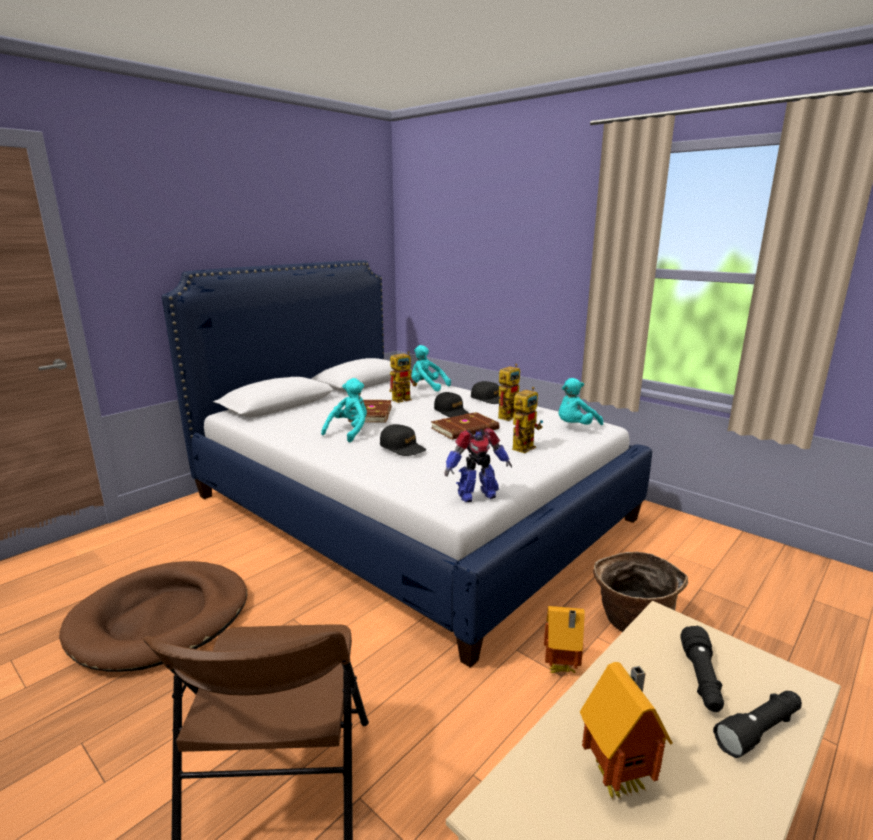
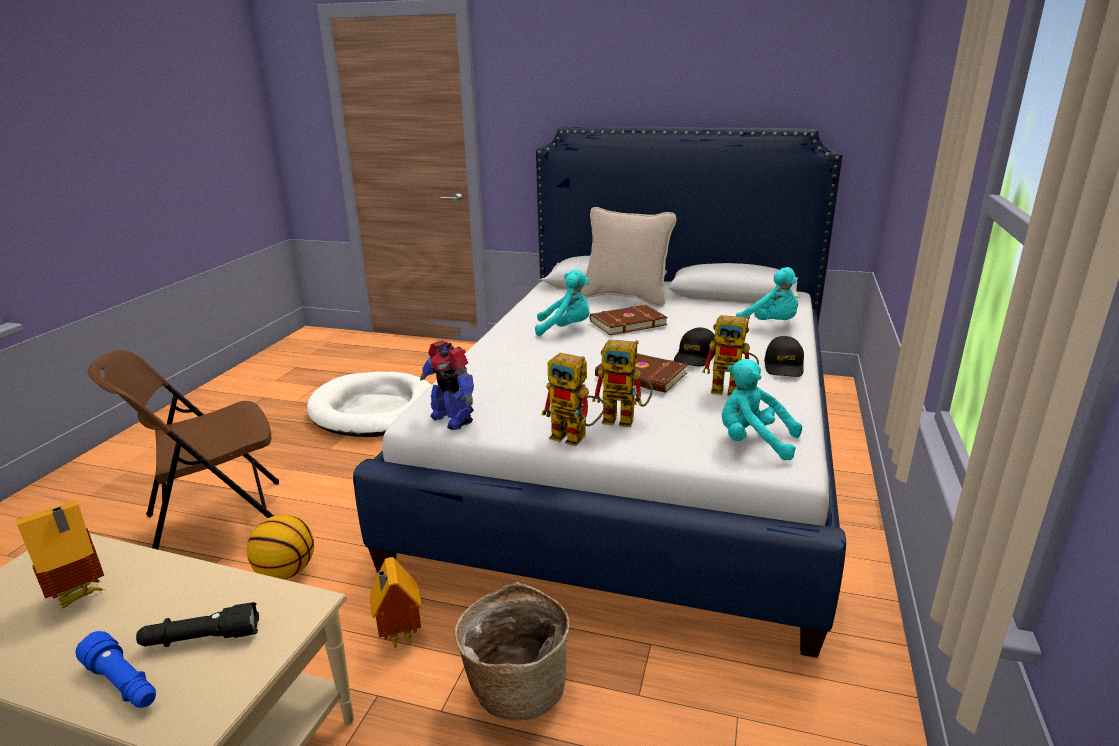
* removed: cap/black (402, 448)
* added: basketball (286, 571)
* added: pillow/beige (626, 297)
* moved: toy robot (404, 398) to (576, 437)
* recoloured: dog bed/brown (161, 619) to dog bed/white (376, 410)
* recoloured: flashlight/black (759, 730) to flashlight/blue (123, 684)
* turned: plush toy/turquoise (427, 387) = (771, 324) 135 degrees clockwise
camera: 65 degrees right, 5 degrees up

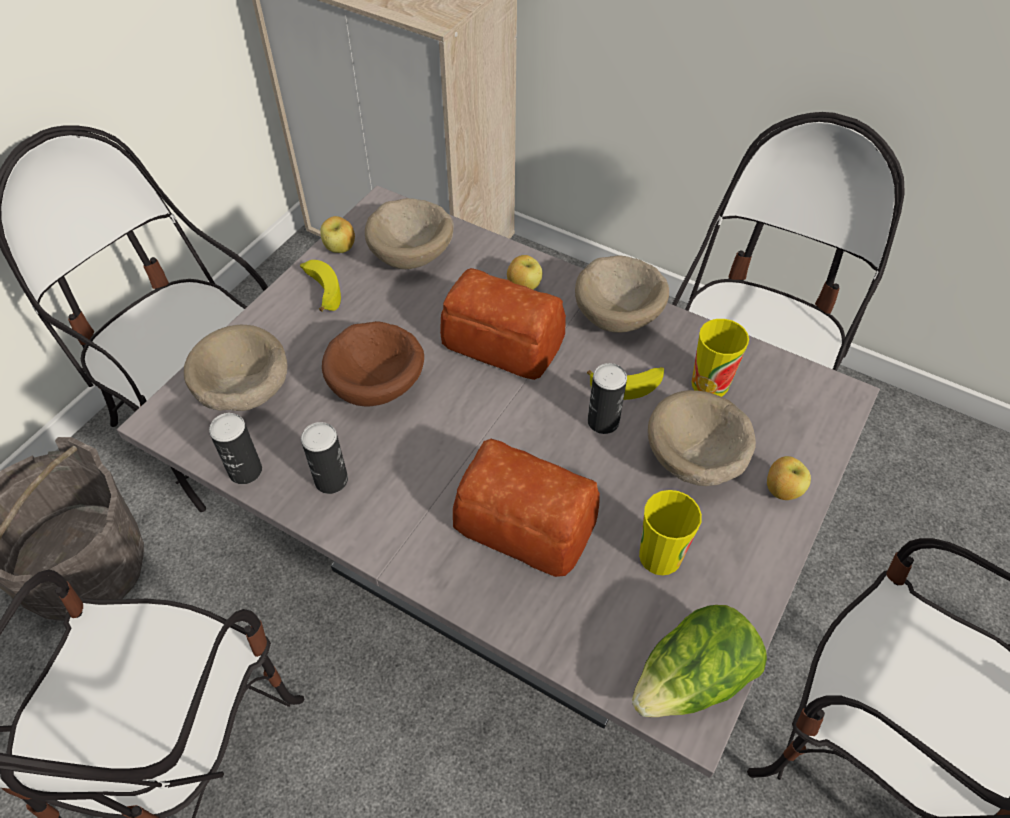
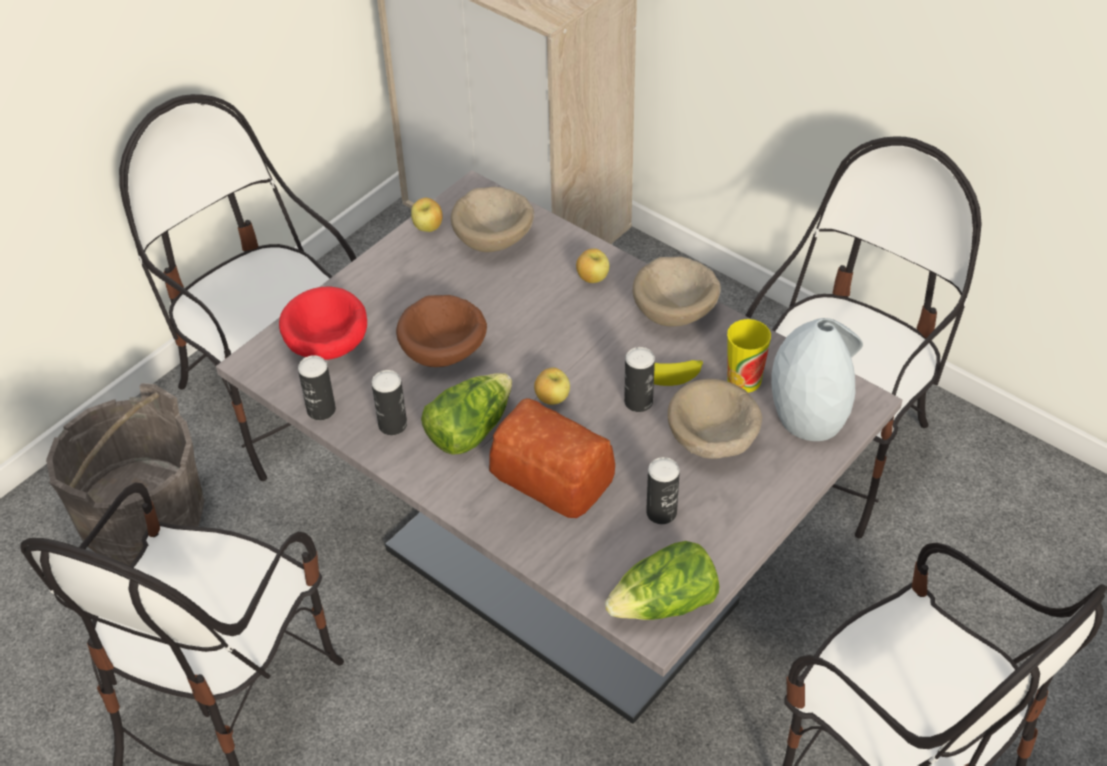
* removed: banana (320, 290)
* removed: bread (504, 342)
* added: lettuce (469, 429)
* added: vase/grey (810, 417)
* moved: apple (781, 490) to (552, 399)
* replaced: cup (660, 556) to can (661, 512)
* recoloured: bowl/beige (243, 392) to bowl/red (326, 346)
camera: 10 degrees right, 5 degrees down

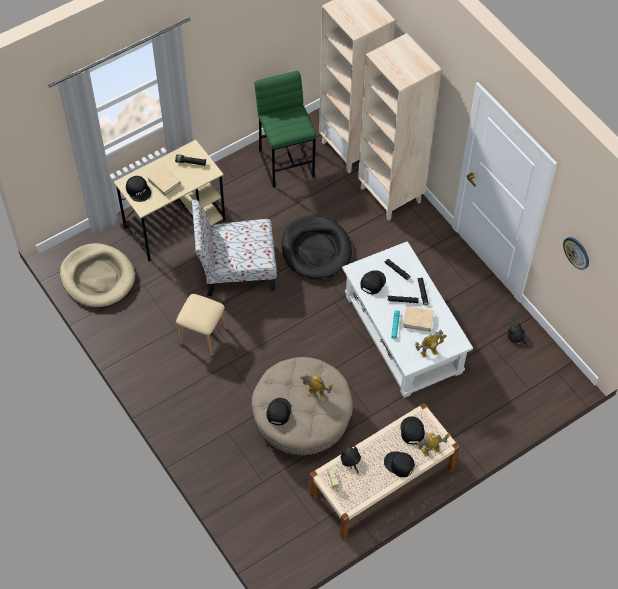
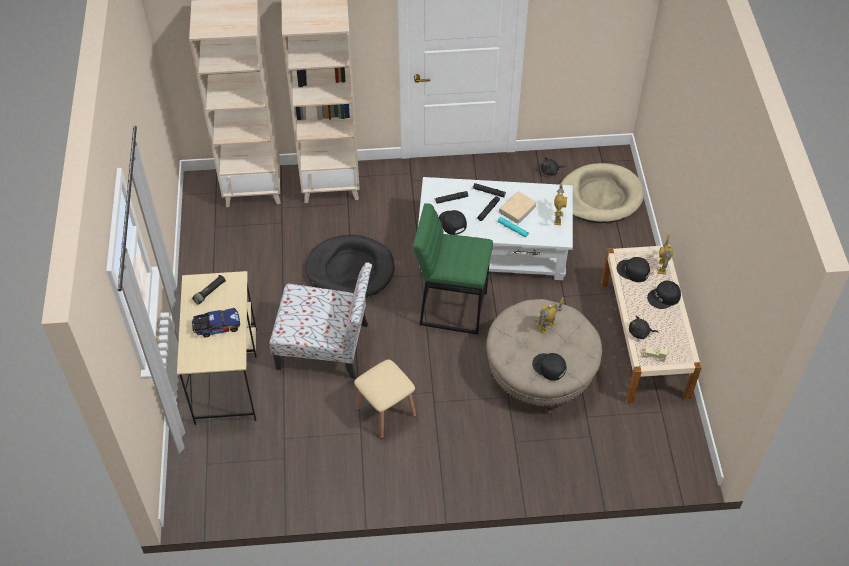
* removed: cap/black (138, 190)
* removed: wall clock (576, 252)
* moved: dog bed/beige (97, 277) to (600, 196)
* moved: stool/green (286, 162) to (451, 308)
* replaced: book/beige (164, 182) to toy truck (216, 327)
* turned: chair (236, 270) = (325, 346) 105 degrees counterclockwise
camera: 60 degrees left, 5 degrees down

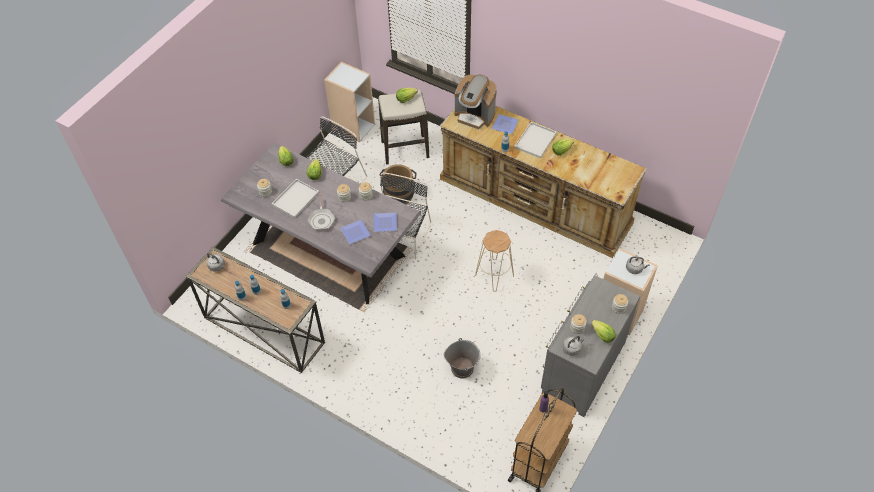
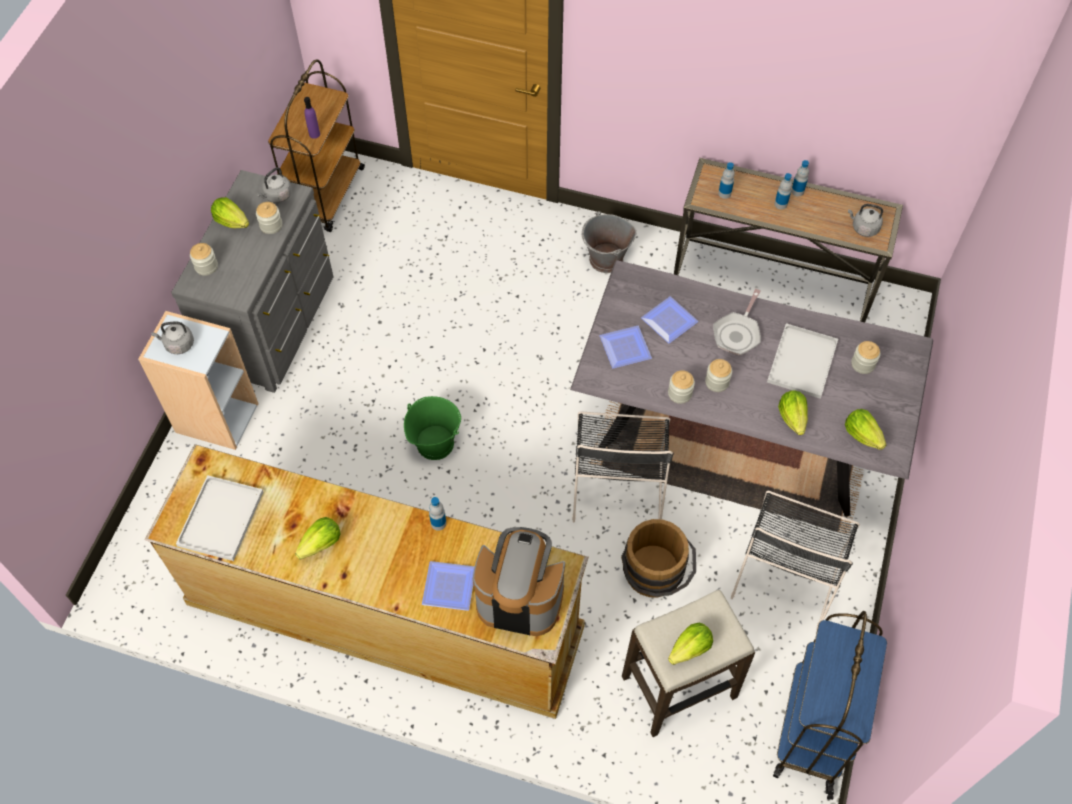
* moved: bucket/grey (462, 368) to (606, 260)
* moved: tray/white (535, 140) to (221, 520)
* replaced: bookcase (353, 126) to cart/blue (814, 727)
* replaced: stool/beige (494, 275) to bucket/green (435, 443)
* turned: frying pan (321, 219) = (737, 333) 135 degrees counterclockwise
camera: 165 degrees right, 5 degrees up

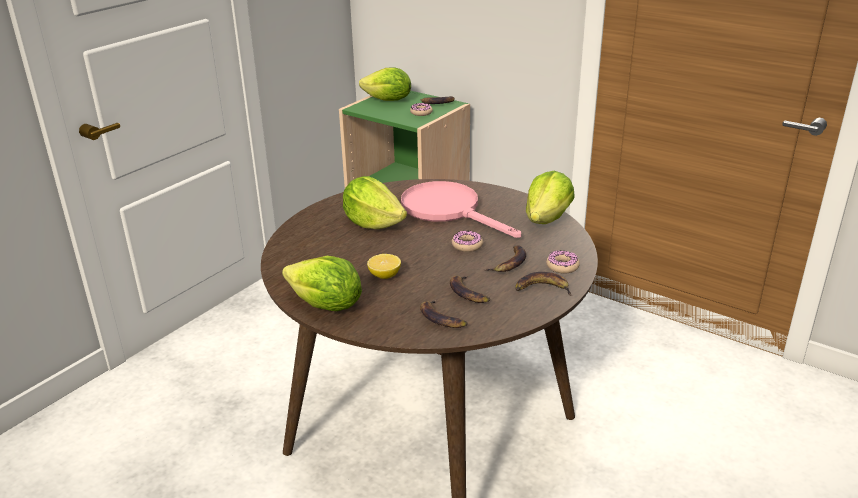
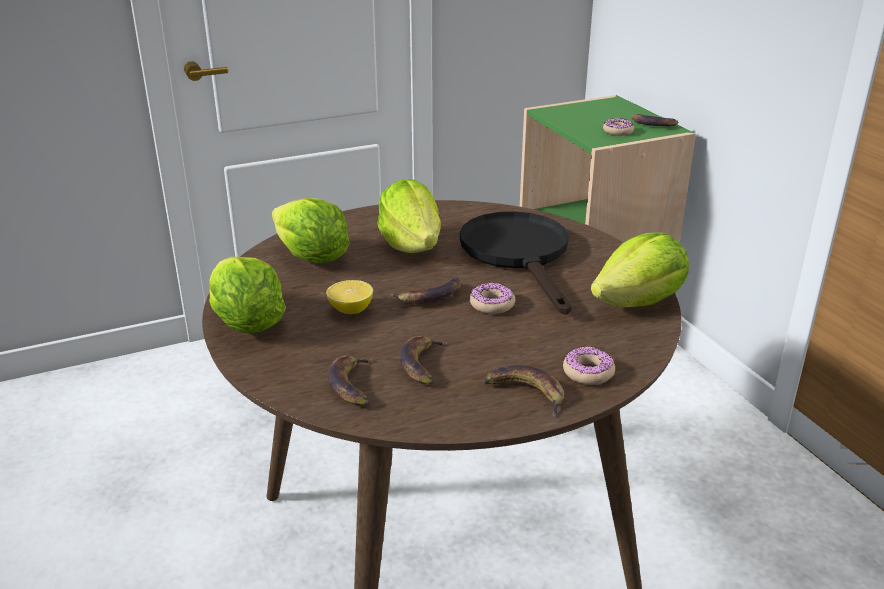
* moved: lettuce (388, 100) to (311, 258)
* moved: banana (509, 263) to (430, 296)
* recoloured: frying pan/pink (448, 210) to frying pan/black (519, 255)
camera: 30 degrees right, 0 degrees up

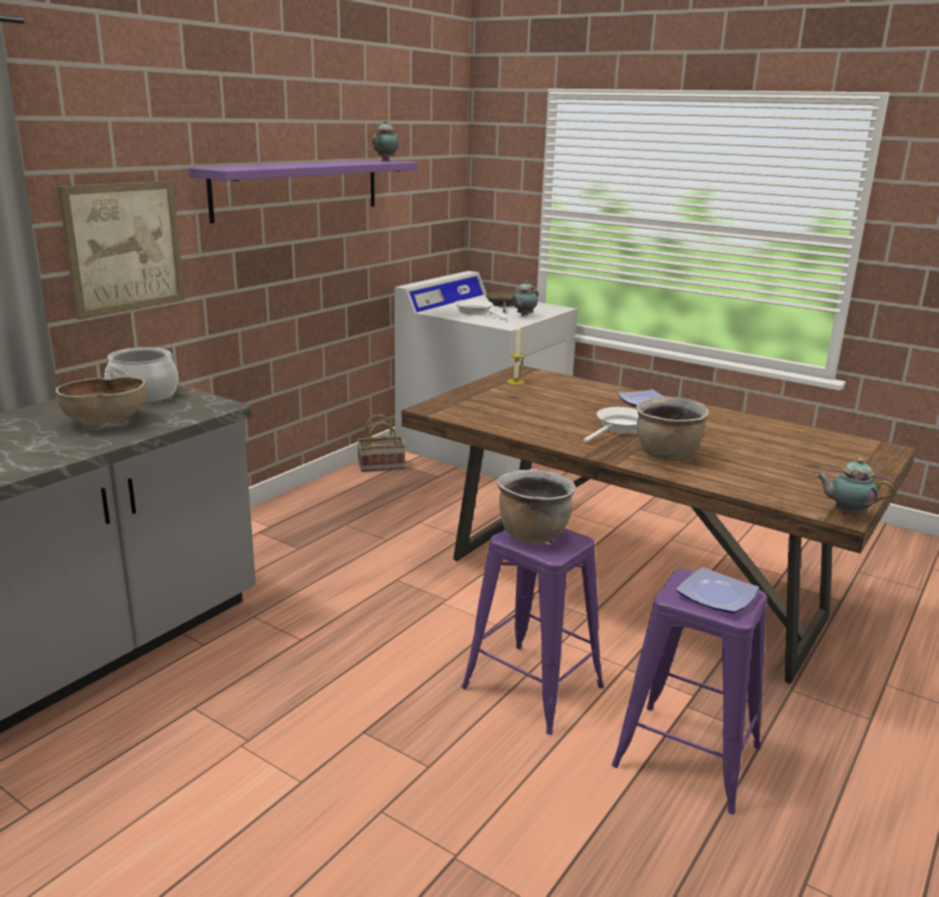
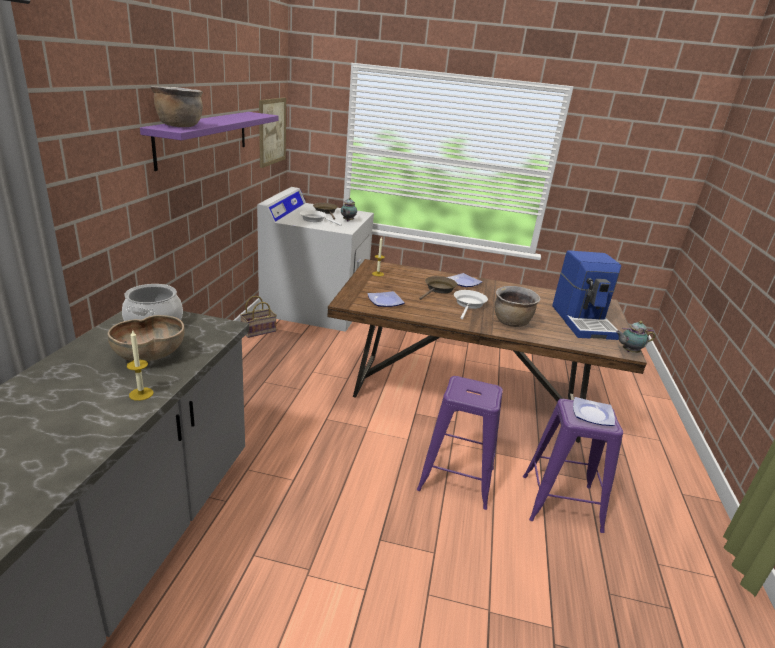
* removed: teapot (386, 160)
* added: candle (141, 394)
* added: plate (384, 301)
* added: frying pan/brown (438, 289)
* added: coffee machine (584, 322)
* moved: picture (124, 247) to (272, 131)
* moved: cooking pot/brown (532, 534) to (179, 126)
camera: 25 degrees left, 5 degrees up

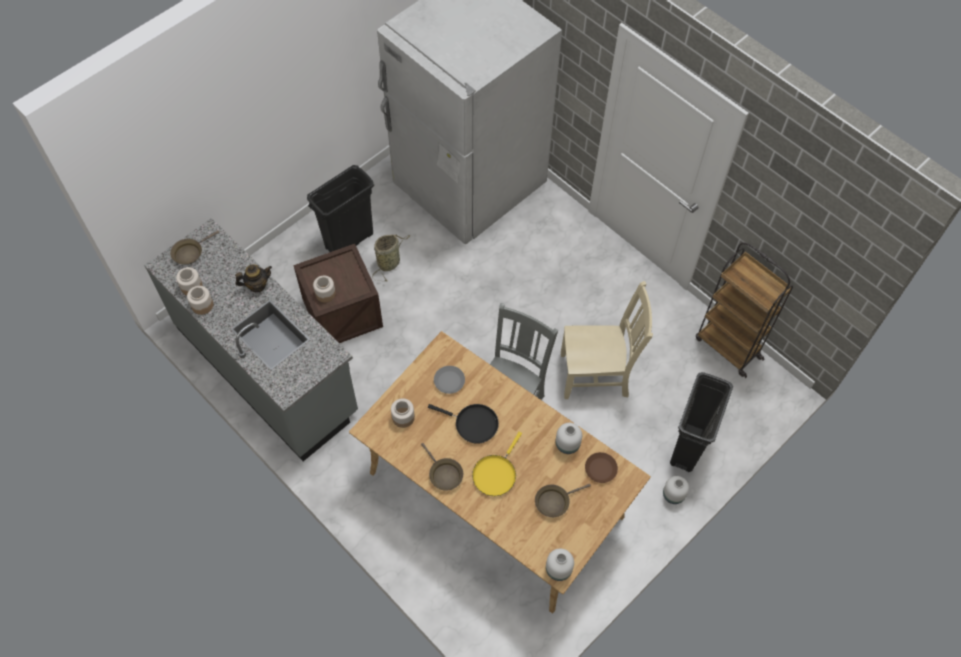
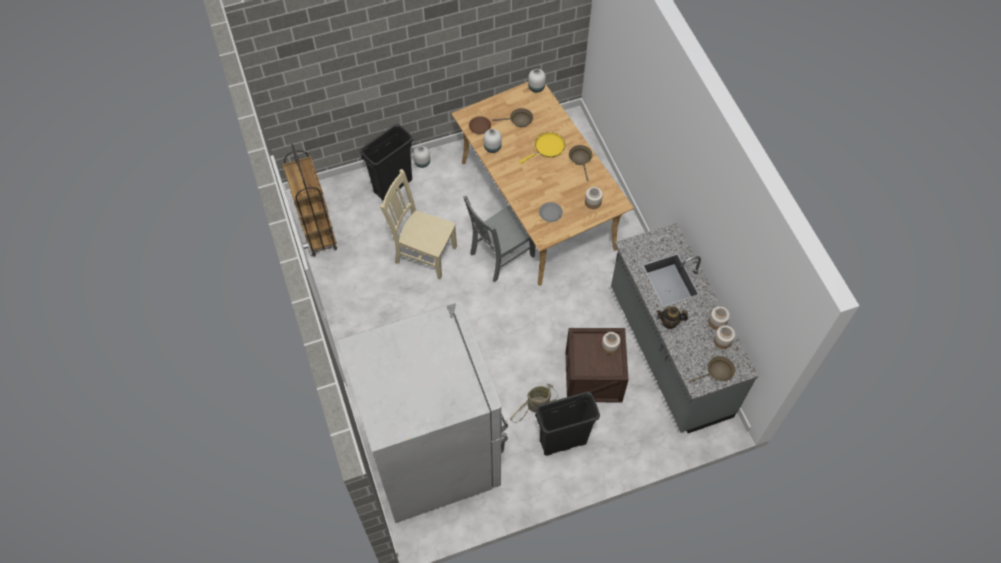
* removed: frying pan/black (473, 424)
camera: 155 degrees left, 0 degrees up

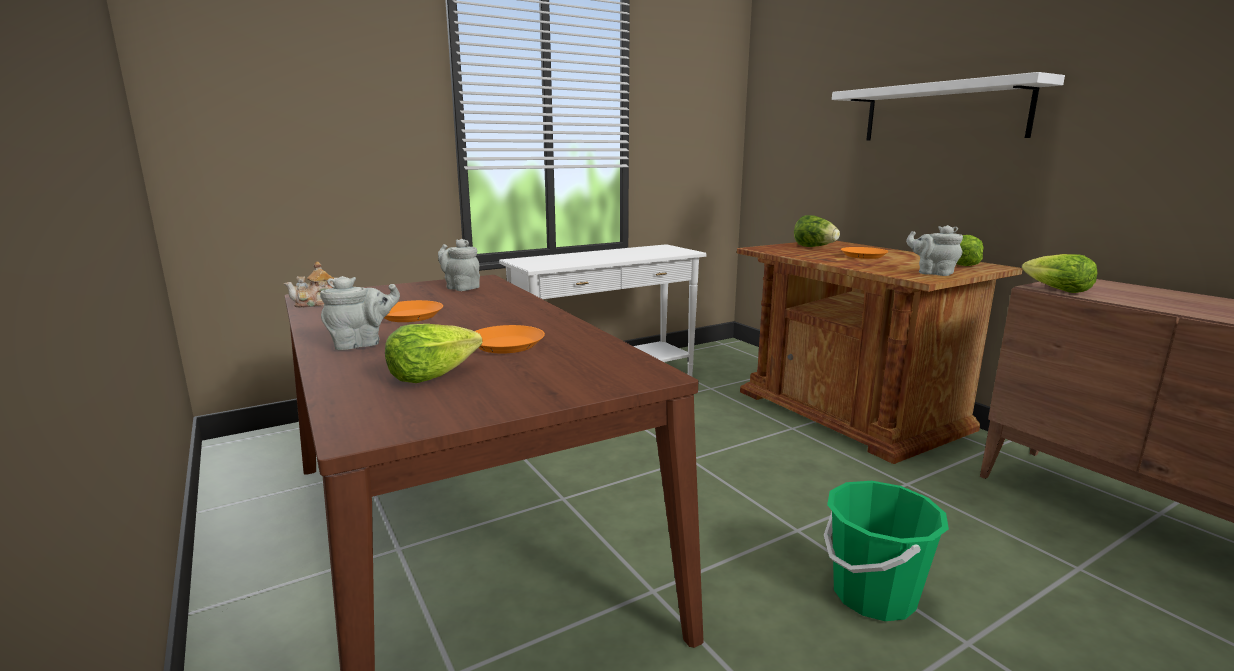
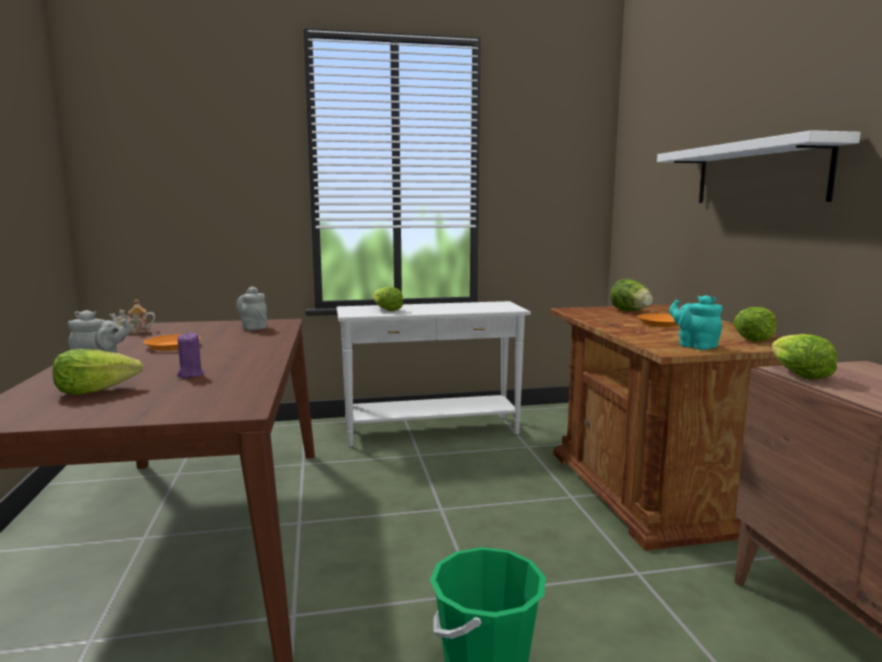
* added: lettuce (386, 310)
* replaced: plate/orange (507, 345) to candle/purple (190, 374)
* recoloured: teapot/grey (932, 273) to teapot/turquoise (695, 346)
camera: 20 degrees right, 5 degrees down

